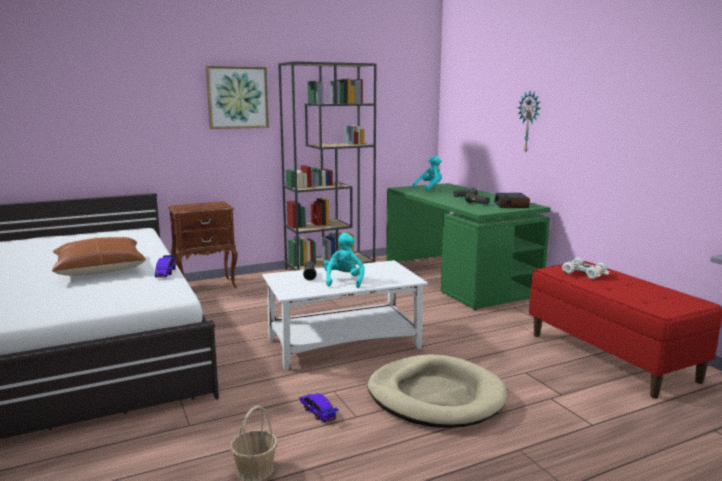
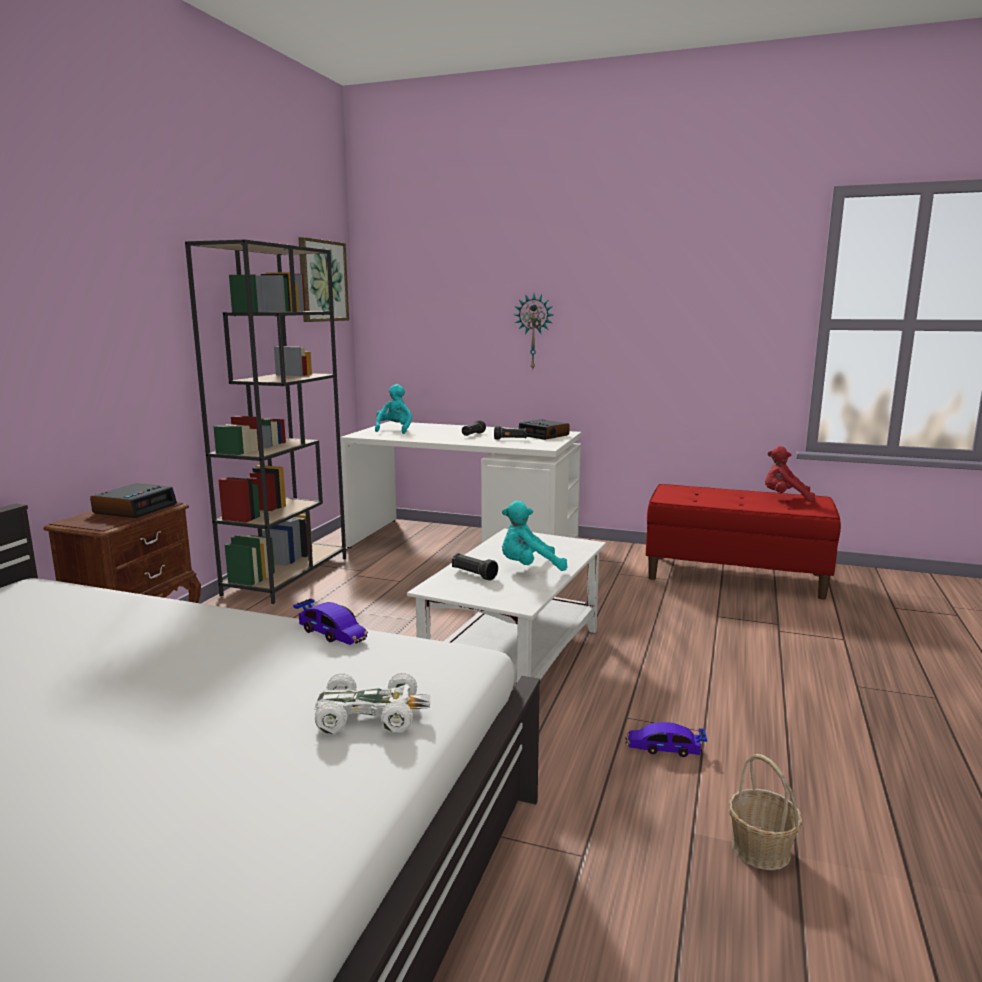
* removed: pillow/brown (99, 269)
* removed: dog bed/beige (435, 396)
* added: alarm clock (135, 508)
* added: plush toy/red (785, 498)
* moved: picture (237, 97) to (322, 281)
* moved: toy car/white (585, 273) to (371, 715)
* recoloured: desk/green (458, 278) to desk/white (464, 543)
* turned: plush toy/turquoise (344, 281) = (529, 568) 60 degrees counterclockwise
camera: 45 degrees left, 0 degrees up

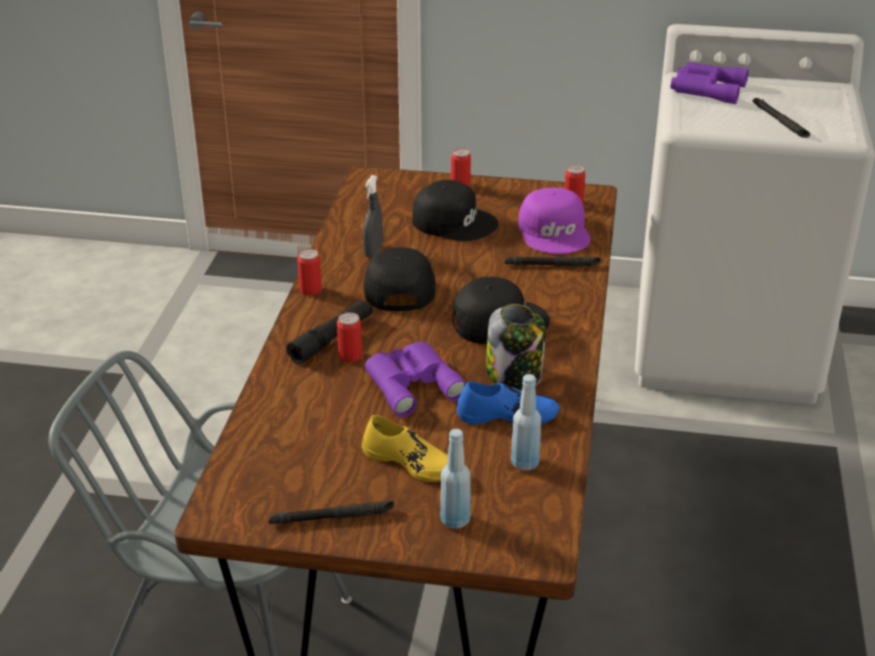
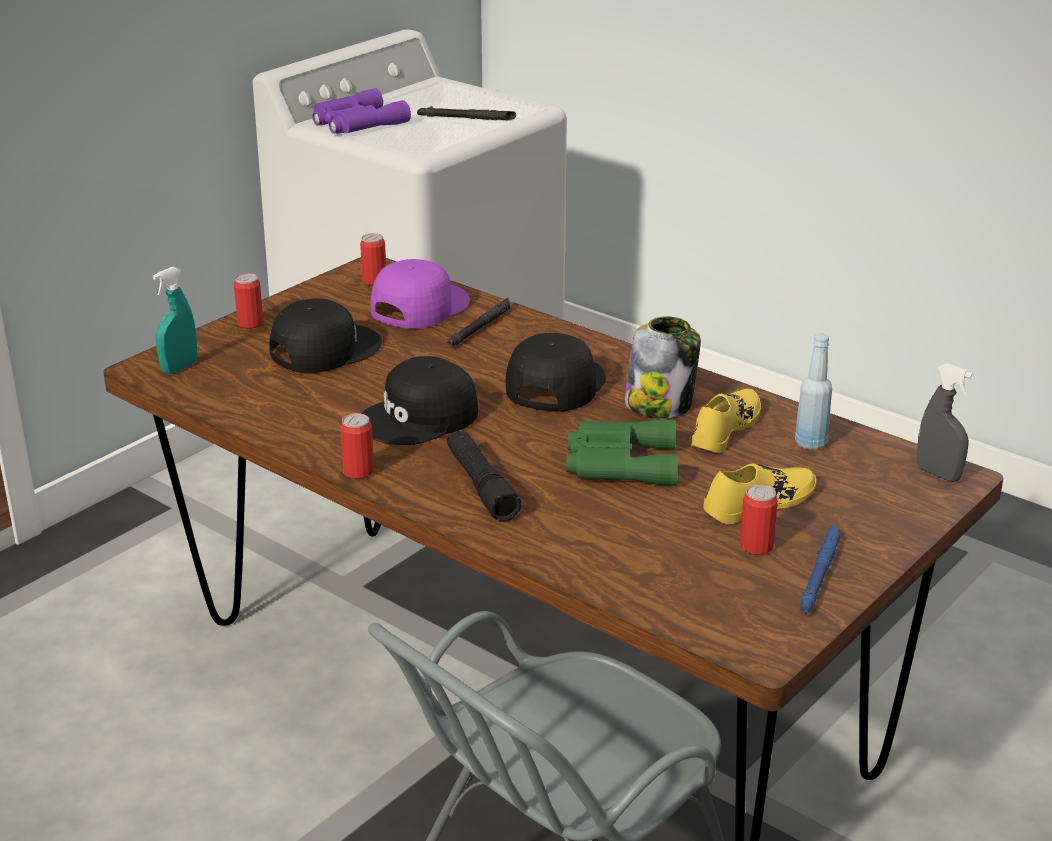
* removed: bottle/blue (455, 520)
* added: spray bottle/turquoise (179, 368)
* moved: can (350, 356) to (756, 546)
* moved: spray bottle/grey (373, 251) to (938, 474)
* recoloured: flashlight/black (332, 517) to flashlight/blue (819, 574)
* recoloured: binoculars/purple (412, 383) to binoculars/green (618, 462)
* recoloured: shoe/blue (507, 415) to shoe/yellow (724, 429)
* turned: cap/black (397, 287) = (419, 418) 60 degrees counterclockwise
* turned: cap/purple (555, 231) = (418, 306) 75 degrees counterclockwise
camera: 60 degrees left, 5 degrees down

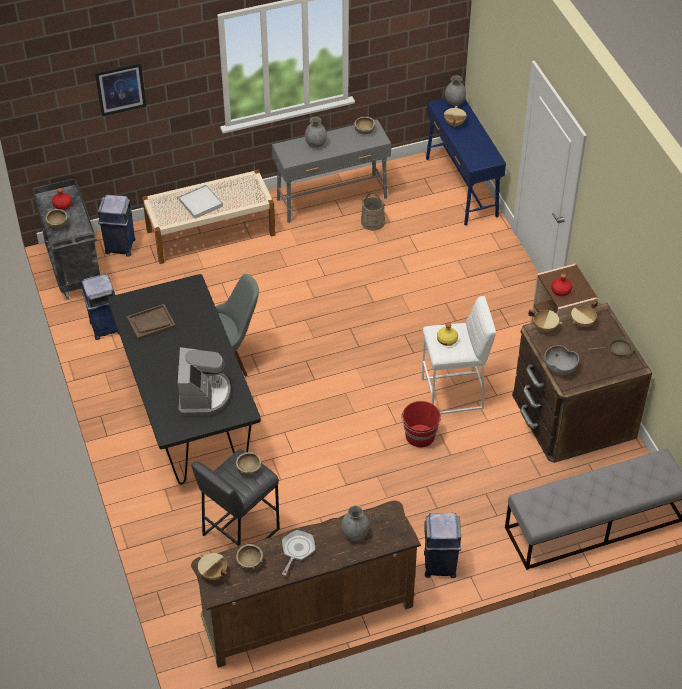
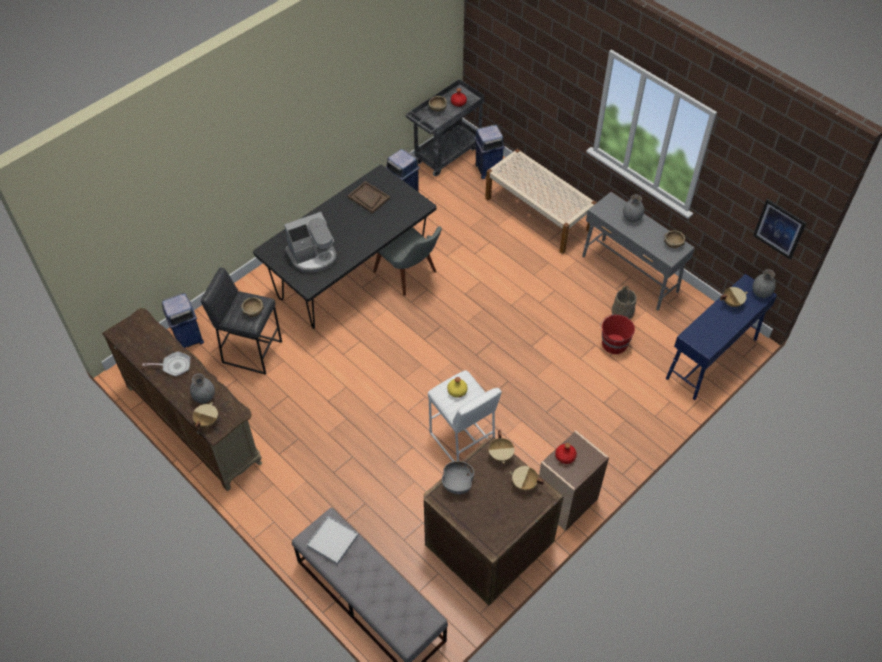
* removed: bowl/brown (249, 562)
* removed: frying pan/brown (617, 349)
* moved: picture (120, 88) to (779, 228)
* moved: tray/white (200, 203) to (333, 541)
* moved: cooking pot/beige (213, 574) to (206, 421)
* moved: bucket/red (420, 436) to (613, 344)
* moved: trash can/blue (439, 565) to (188, 338)
camera: 65 degrees right, 5 degrees up

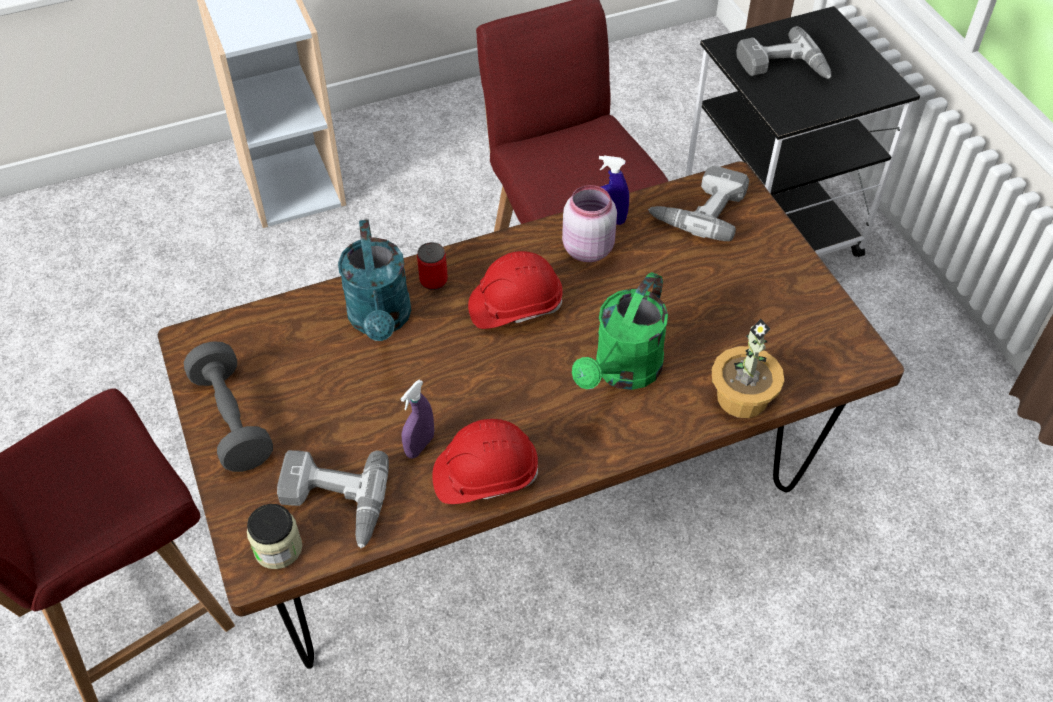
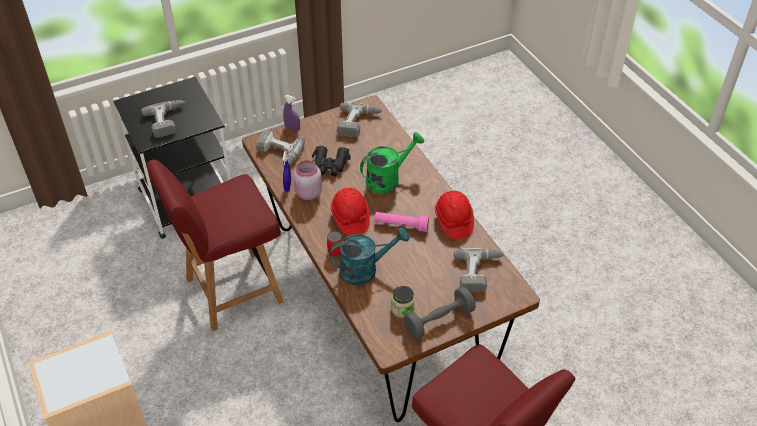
* removed: potted plant (743, 397)
* added: binoculars/black (330, 165)
* added: power drill (359, 123)
* added: flashlight/pink (401, 225)
* moved: jar (278, 548) to (402, 309)
* moved: spray bottle/purple (419, 446) to (292, 128)
* turned: watering can/green (622, 372) = (388, 179) 60 degrees counterclockwise
camera: 95 degrees left, 5 degrees down

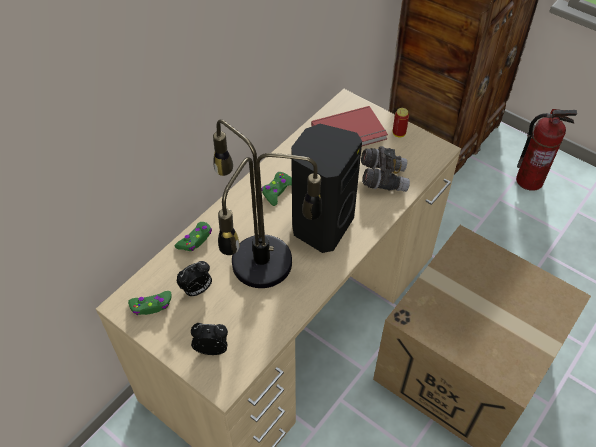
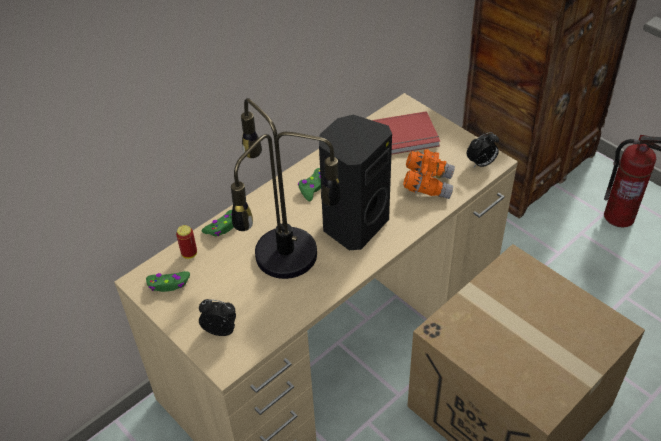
* moved: alarm clock (197, 290) to (481, 164)
* moved: can (399, 133) to (189, 253)
* recoloured: binoculars/grey (383, 178) to binoculars/orange (427, 184)
camera: 10 degrees right, 5 degrees down

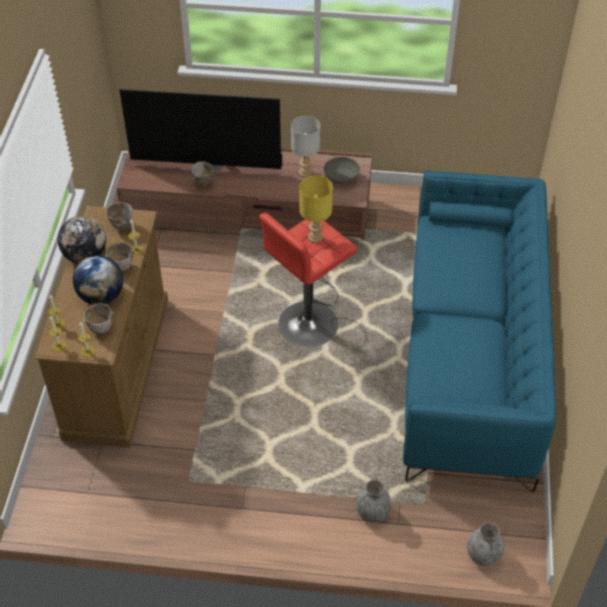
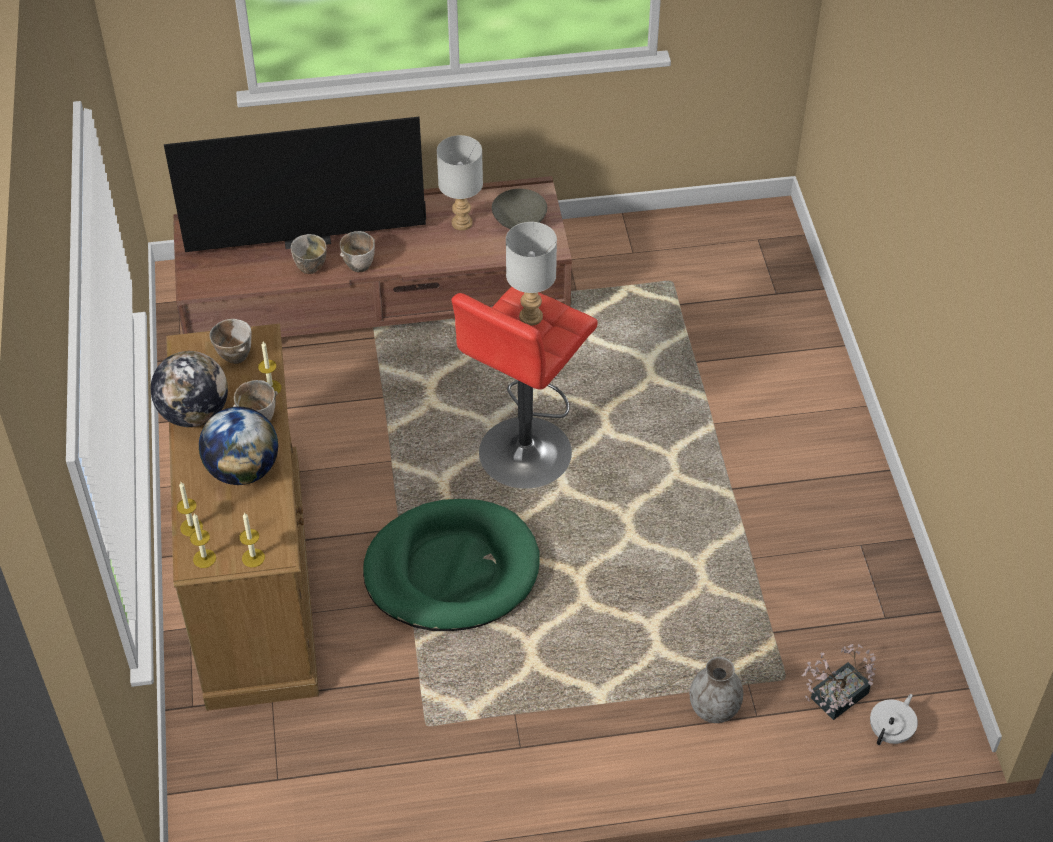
* removed: sofa/blue (470, 360)
* added: dog bed/green (452, 570)
* added: potted plant (834, 699)
* moved: bowl (102, 329) to (360, 266)
* replaced: vase/grey (483, 555) to teapot/white (891, 732)
* recoloured: table lamp/yellow (315, 237) to table lamp/grey (530, 316)
camera: 15 degrees left, 0 degrees up

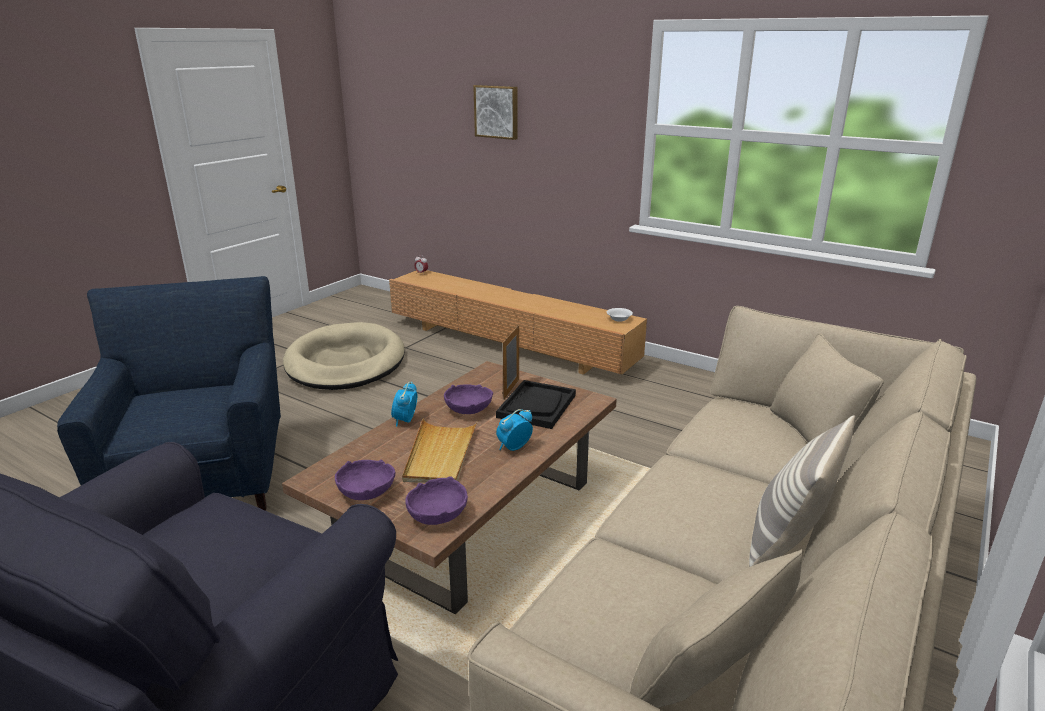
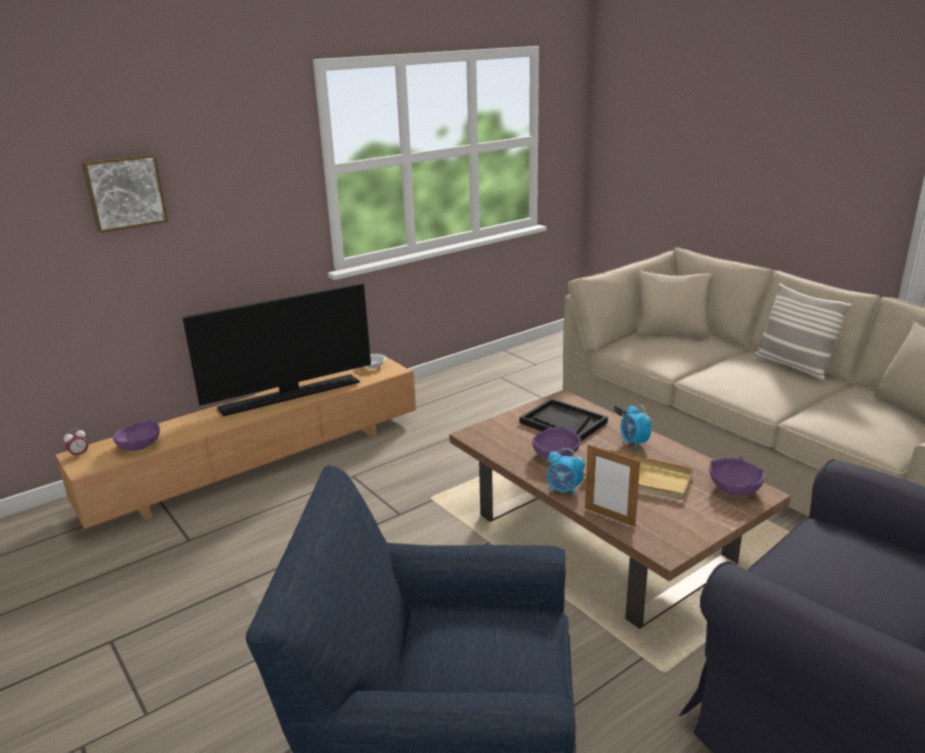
* removed: dog bed/beige (345, 362)
* added: television (290, 395)
* moved: bowl/purple (366, 492) to (139, 446)
* moved: picture frame (511, 389) to (609, 517)
camera: 70 degrees left, 0 degrees up

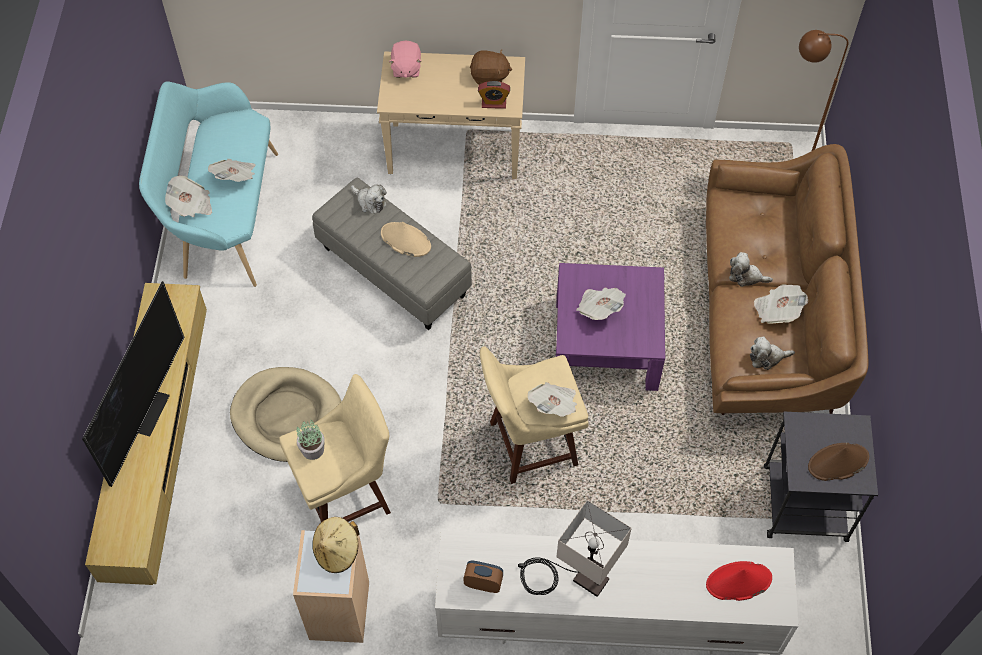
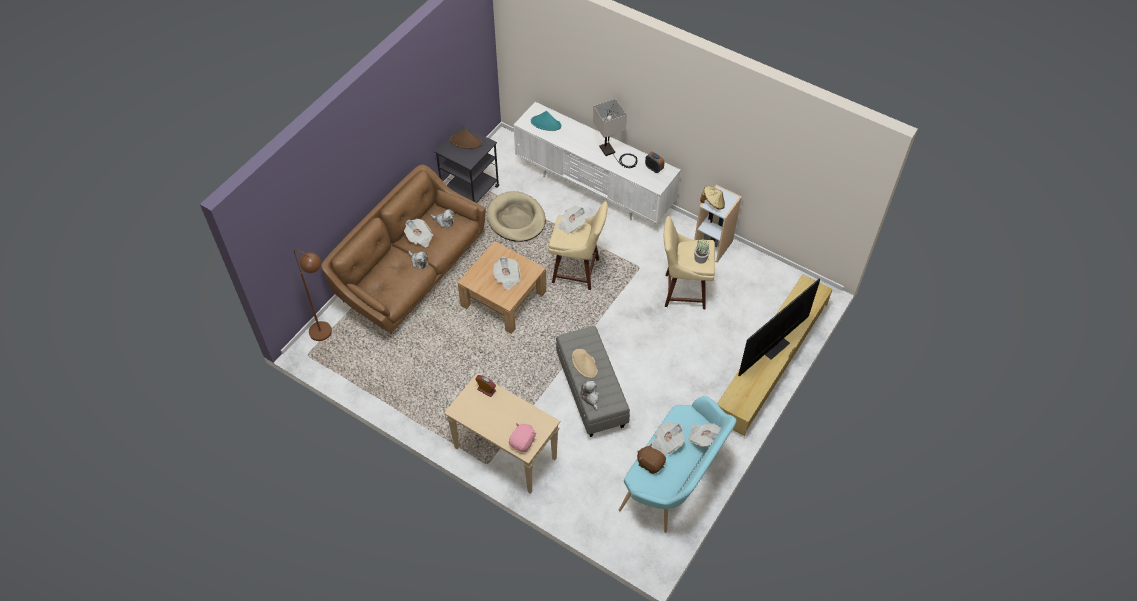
* moved: dog bed/beige (287, 416) to (516, 219)
* moved: plush toy/brown (489, 76) to (650, 463)
* recoloured: coffee table/purple (606, 343) to coffee table/brown (503, 299)
* recoloured: hat/red (738, 582) to hat/turquoise (546, 123)
camera: 150 degrees left, 5 degrees down

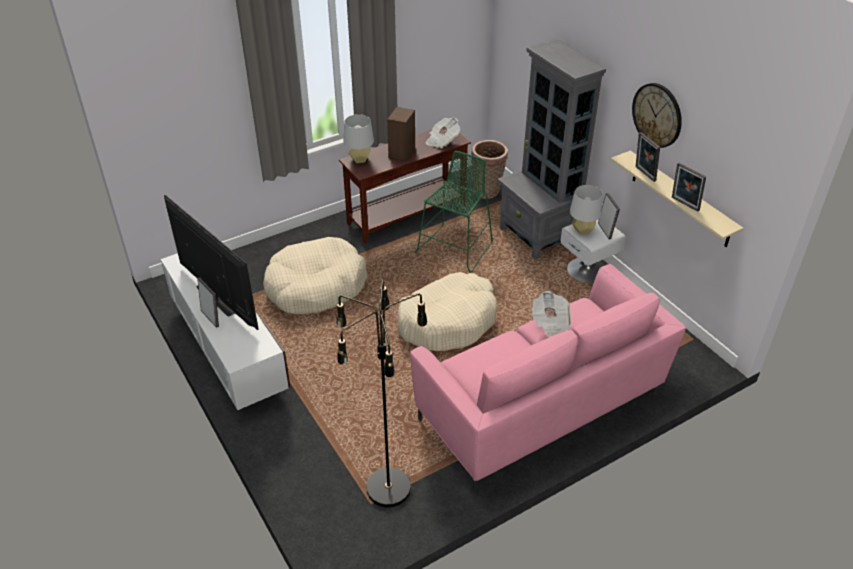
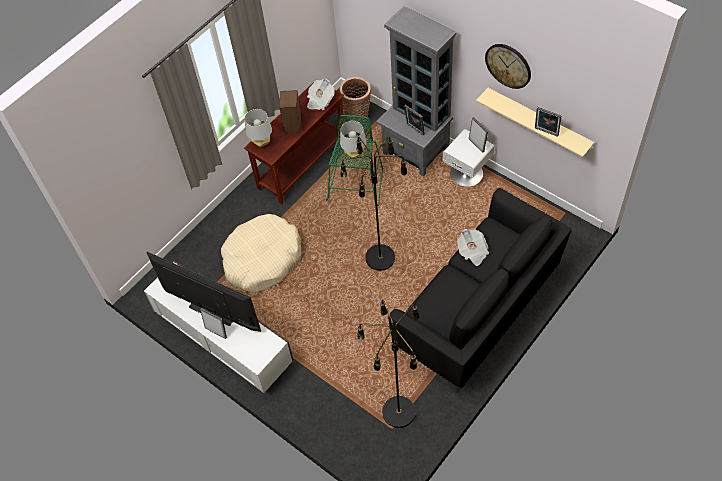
* moved: table lamp/grey (582, 230) to (354, 154)
* moved: picture frame (643, 174) to (414, 130)
* replaced: dog bed/beige (447, 321) to floor lamp (380, 257)
* recoloured: sofa/pink (540, 408) to sofa/black (478, 310)
camera: 15 degrees left, 15 degrees up

